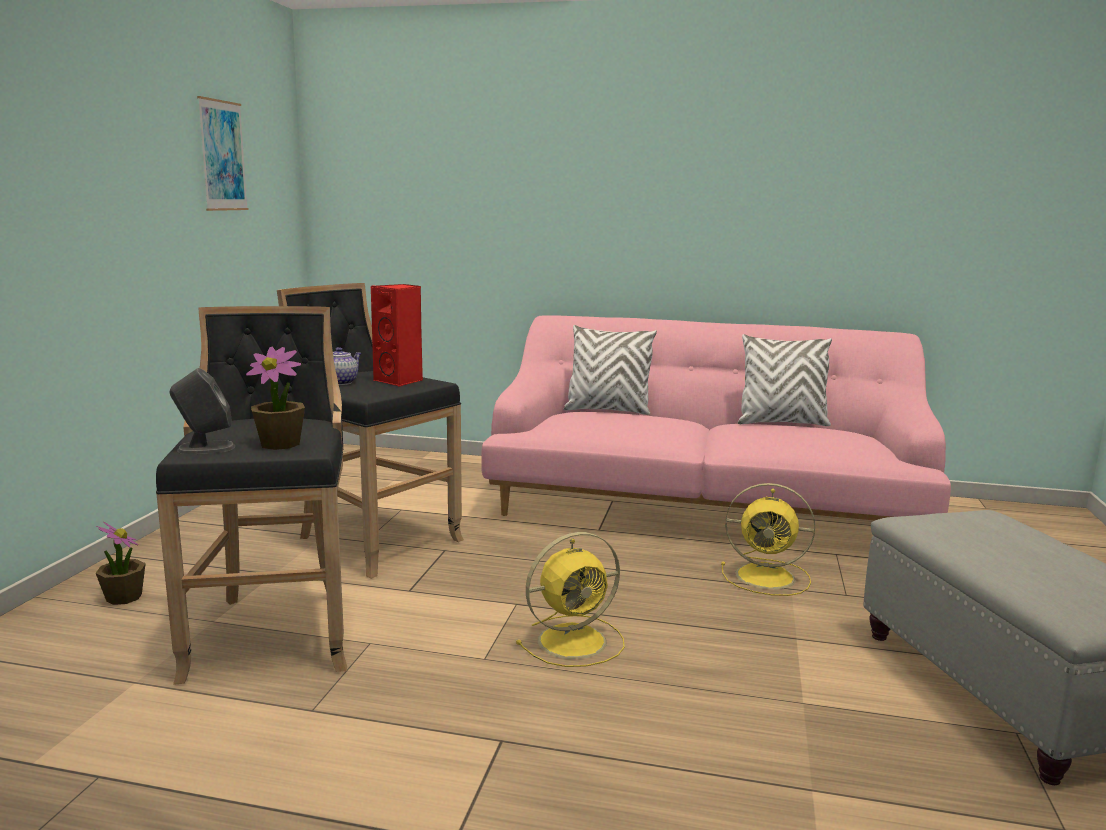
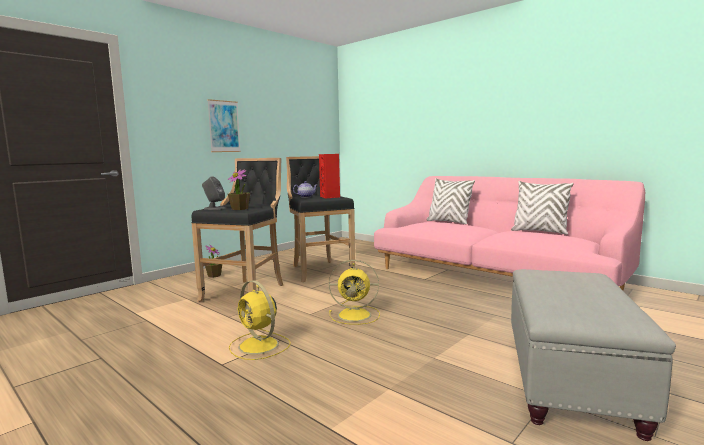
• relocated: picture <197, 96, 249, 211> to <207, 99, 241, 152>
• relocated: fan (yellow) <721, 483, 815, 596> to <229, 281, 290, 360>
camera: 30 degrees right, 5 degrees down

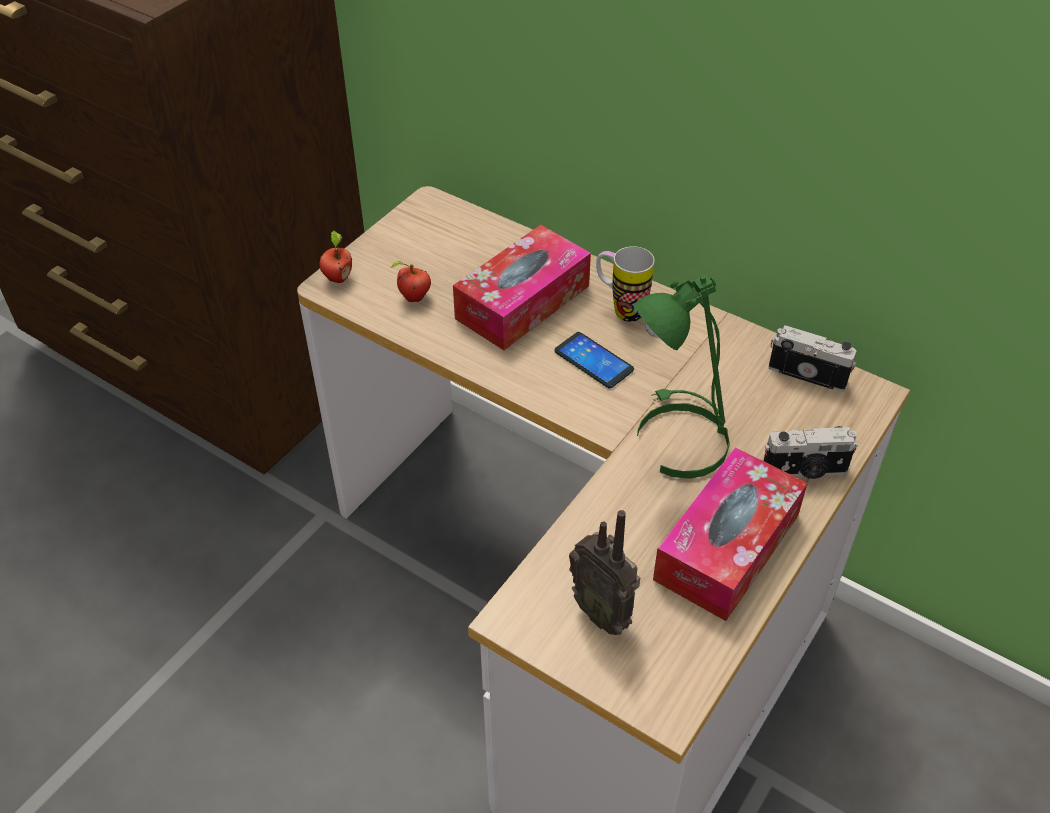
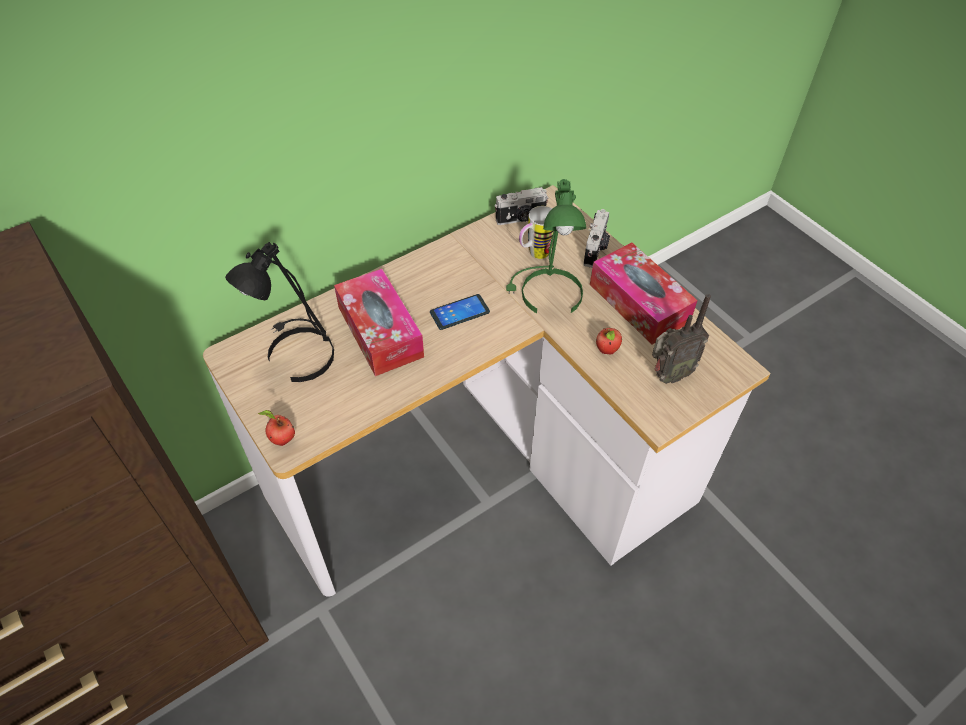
• relocated: whole apple <390, 261, 431, 302> to <596, 328, 622, 355>
• relocated: tea mug <596, 246, 655, 322> to <519, 206, 554, 259>
• spun: photo camera <768, 325, 856, 392> = <494, 187, 549, 225> 150 degrees counterclockwise
• appeared: lamp for a table (black) <225, 242, 334, 382>
camera: 70 degrees left, 5 degrees up

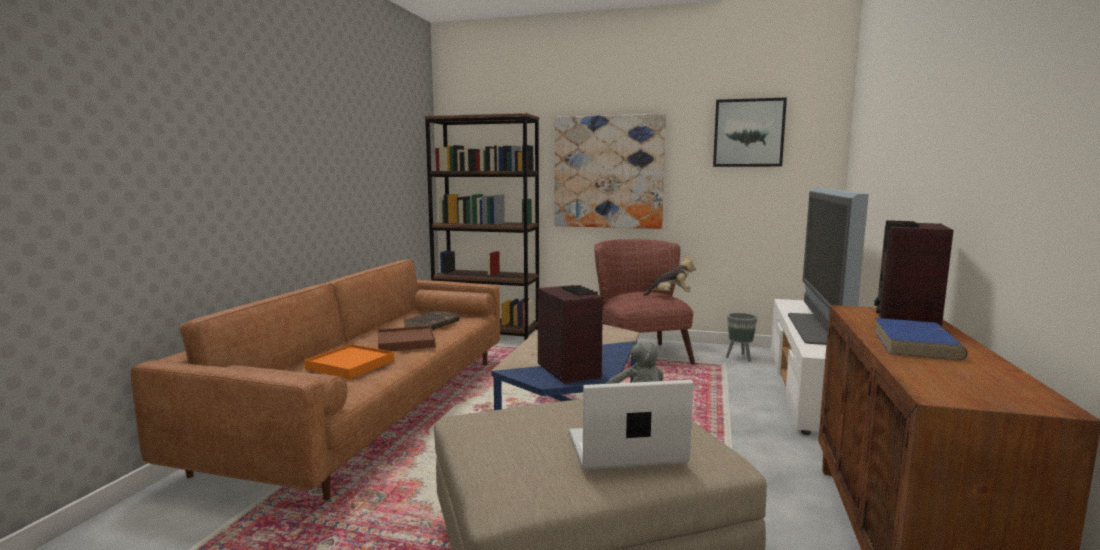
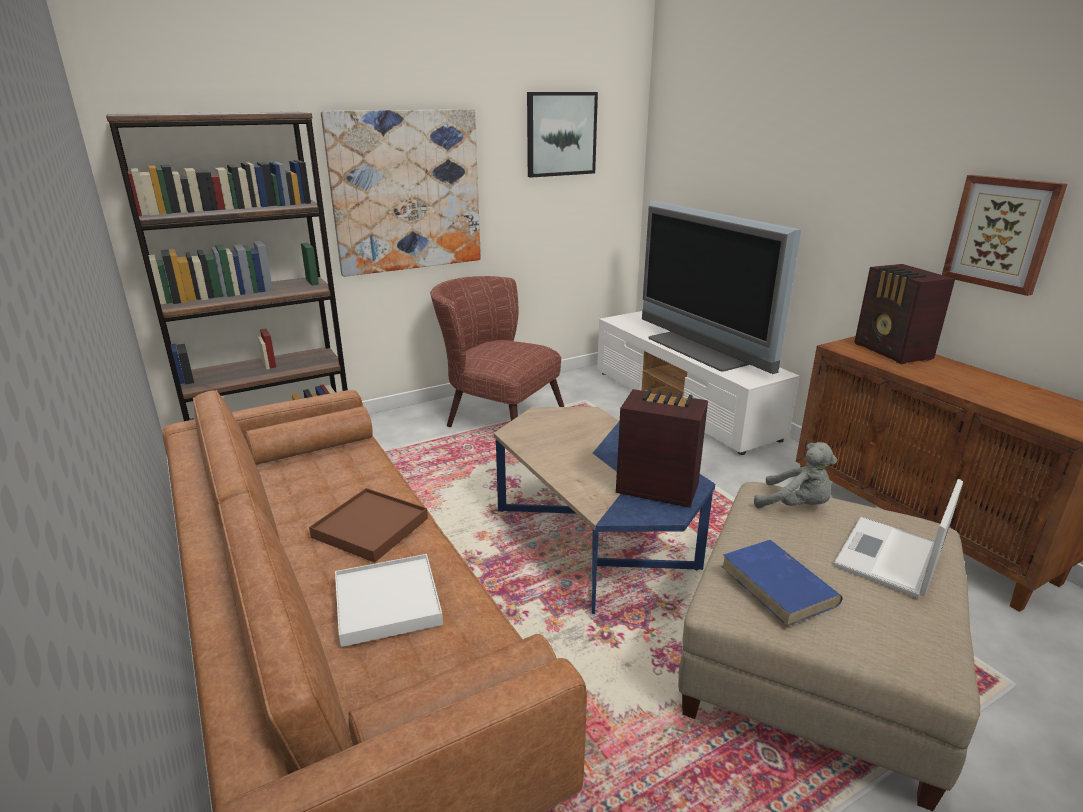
• colour: carrying tray (orangey) <304, 344, 395, 379> to carrying tray (whitish) <335, 554, 443, 647>
• missing: book (brown) <403, 311, 460, 330>
• missing: plush toy <643, 255, 696, 296>
• missing: planter (greyish) <726, 313, 757, 362>
• relocated: book (blue) <874, 318, 968, 360> to <721, 540, 843, 627>
• appeared: picture <942, 175, 1067, 296>
camera: 45 degrees left, 15 degrees up

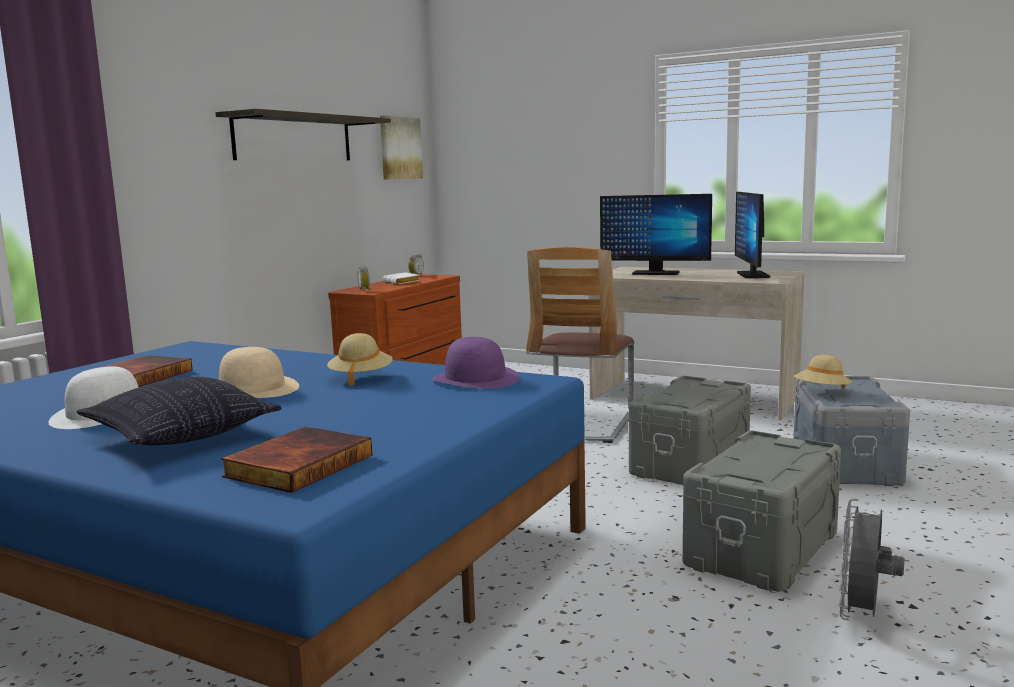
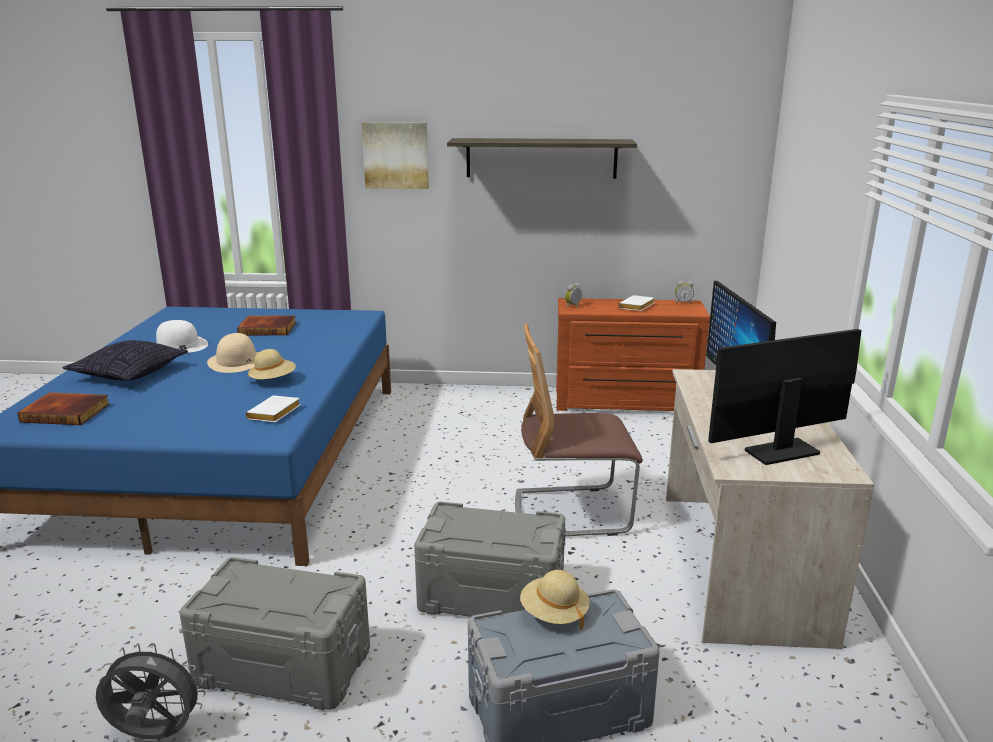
• relocated: picture <380, 115, 423, 180> to <362, 122, 429, 189>
• exchanged: wearable hat (purplish) <432, 337, 520, 389> to book (whitish) <246, 395, 301, 422>
camera: 65 degrees right, 10 degrees up

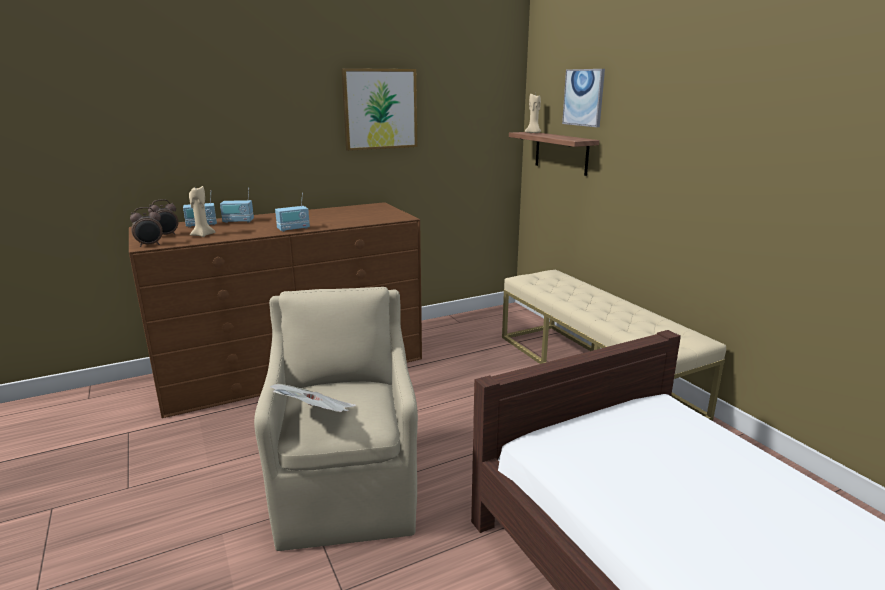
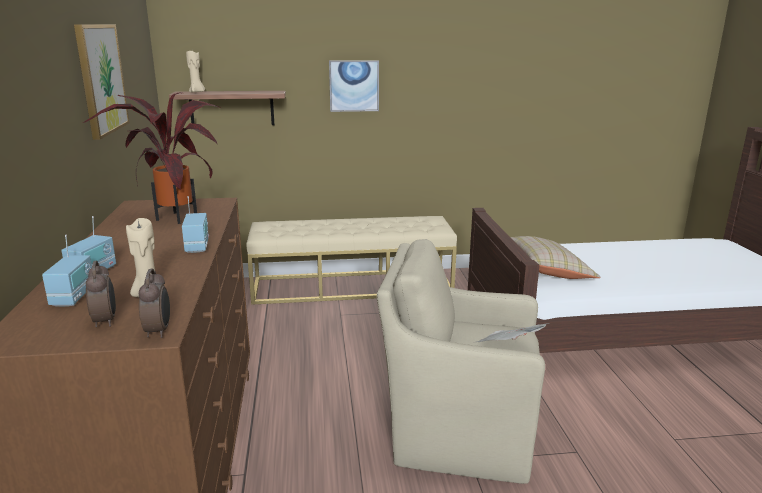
• relocated: picture <562, 69, 605, 127> to <329, 60, 379, 112>
• appeared: houseplant <83, 93, 221, 224>
• appeared: throw pillow (beige) <510, 236, 600, 279>
camera: 70 degrees left, 0 degrees up

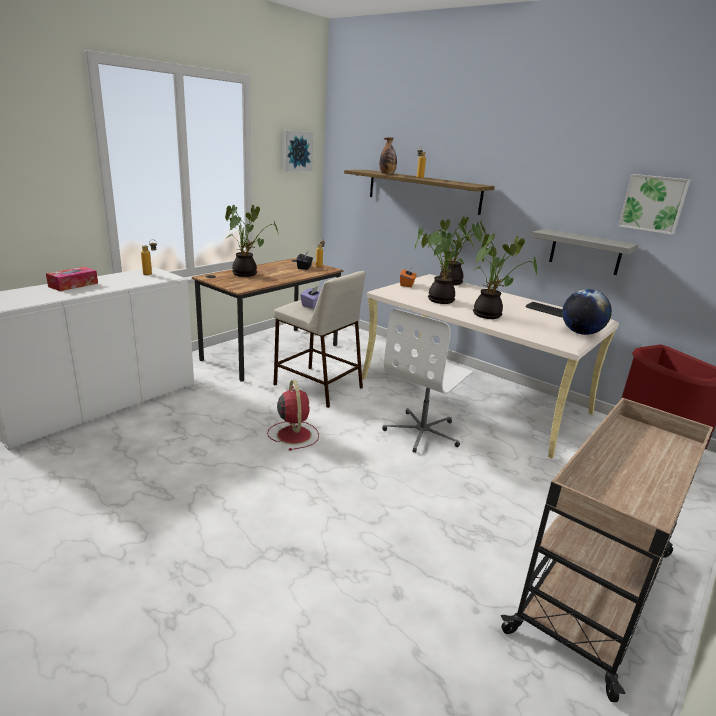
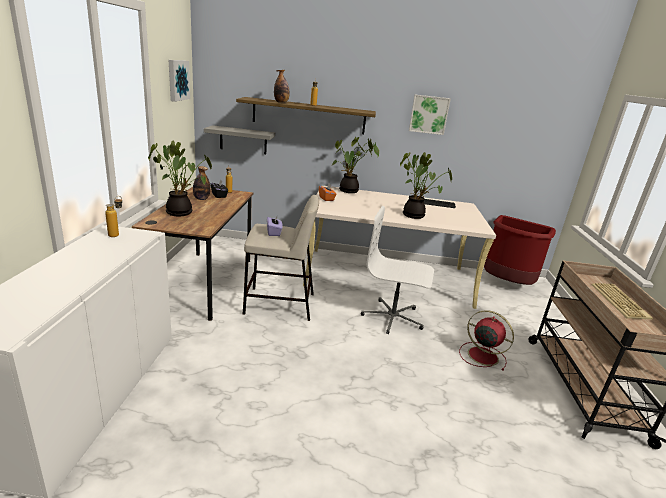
• missing: box of tissues <46, 267, 98, 291>
• relocated: fan (red) <267, 380, 319, 451> to <459, 310, 514, 371>
• spun: computer chair (whitish) <382, 309, 473, 453> = <361, 206, 434, 334> 105 degrees clockwise
• missing: houseplant <415, 228, 474, 304>
• relocated: wall shelf (greyish) <531, 229, 639, 275> to <204, 125, 275, 154>
• missing: world globe <562, 289, 612, 335>
• relocated: picture <618, 174, 690, 235> to <409, 95, 451, 135>
• appeared: drink bottle <193, 166, 210, 200>
• appeared: PC keyboard <591, 283, 653, 319>
camera: 35 degrees left, 0 degrees up

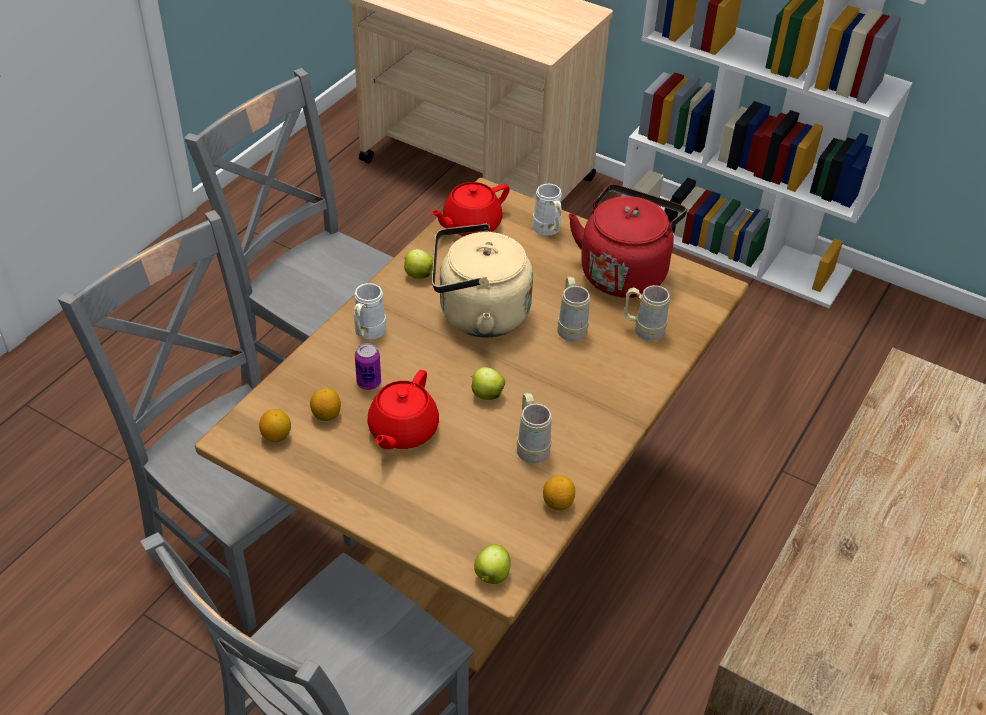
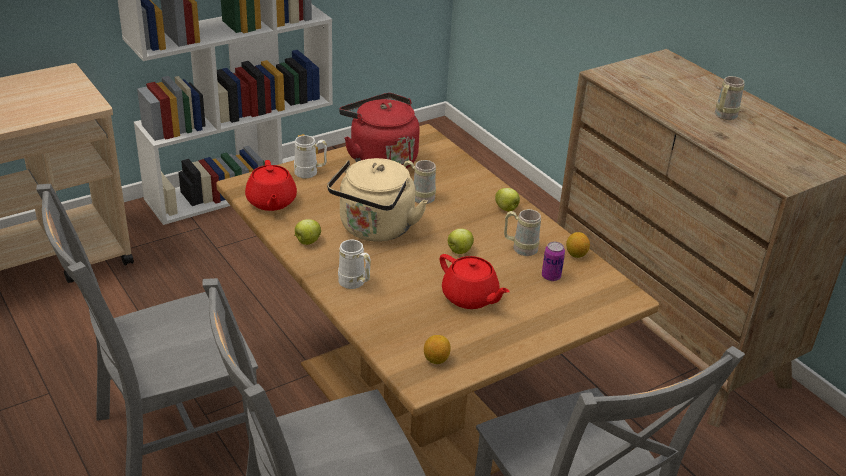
• missing: lemon <310, 388, 341, 421>
• relocated: can <355, 343, 381, 390> to <542, 242, 565, 281>
• relocated: whole apple <474, 544, 511, 584> to <495, 188, 520, 211>
• relocated: tea mug (beige) <624, 285, 670, 341> to <715, 76, 745, 120>
camera: 65 degrees left, 10 degrees down

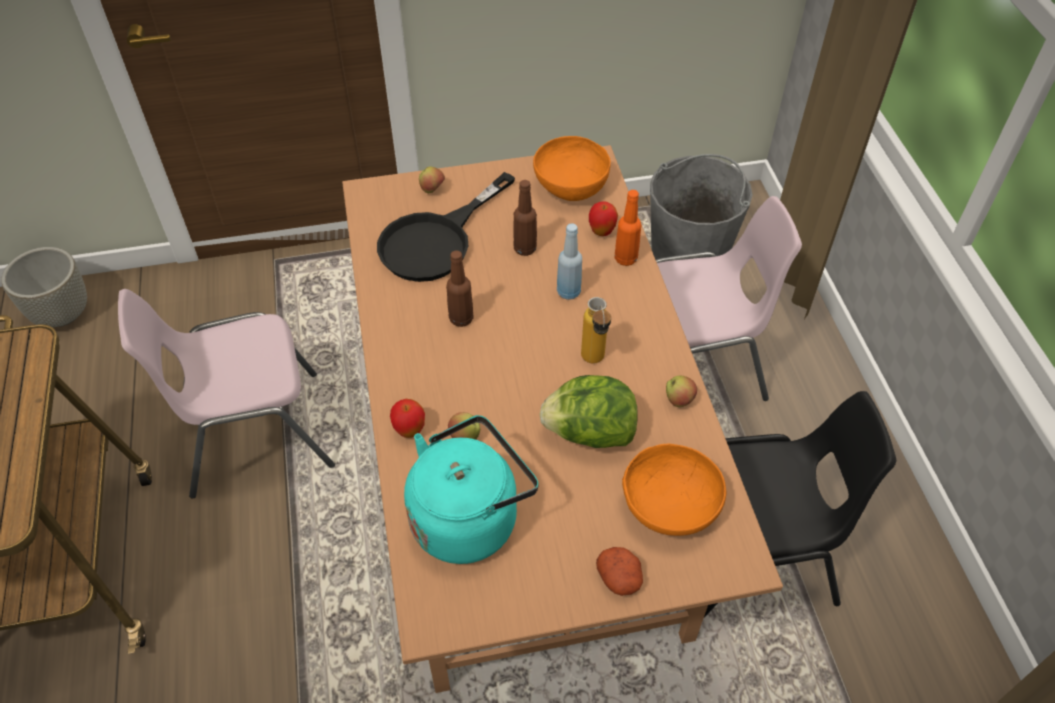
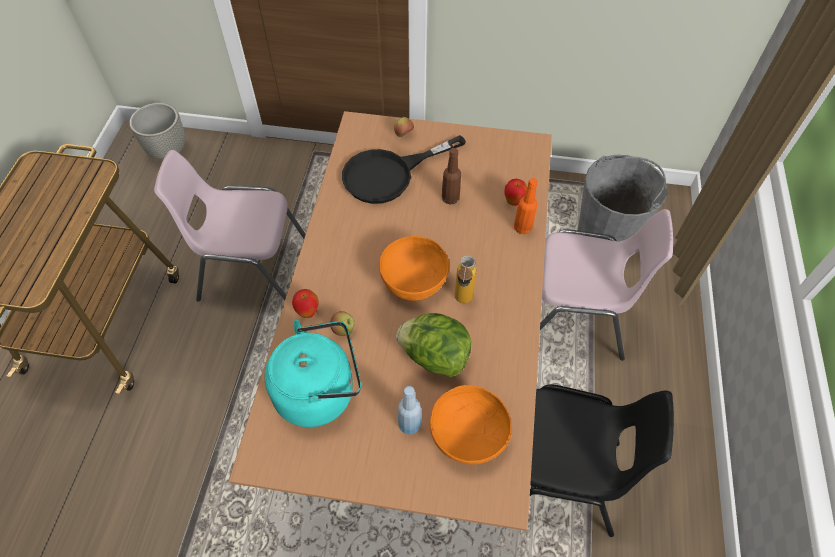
• missing: drink bottle (brown) <446, 251, 474, 327>
• relocated: bowl (orangey) <533, 136, 611, 201> to <379, 236, 449, 301>
• relocated: drink bottle (blue) <557, 223, 582, 300> to <398, 386, 421, 435>
• missing: whole potato <596, 547, 643, 596>
• missing: whole apple <666, 376, 697, 407>
camera: 20 degrees right, 5 degrees up

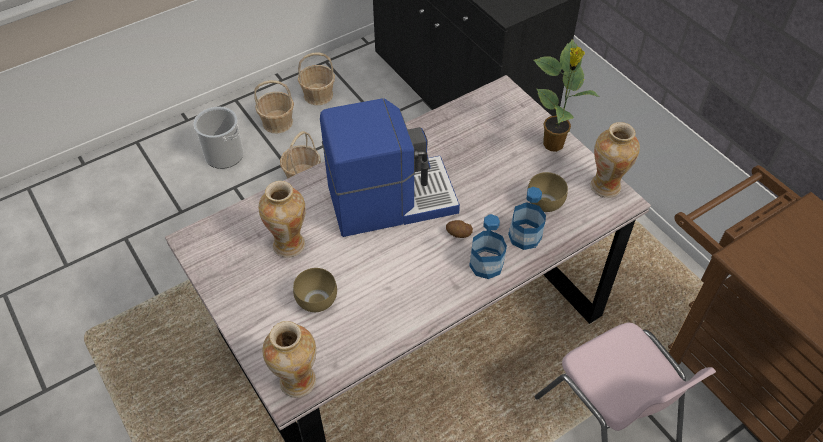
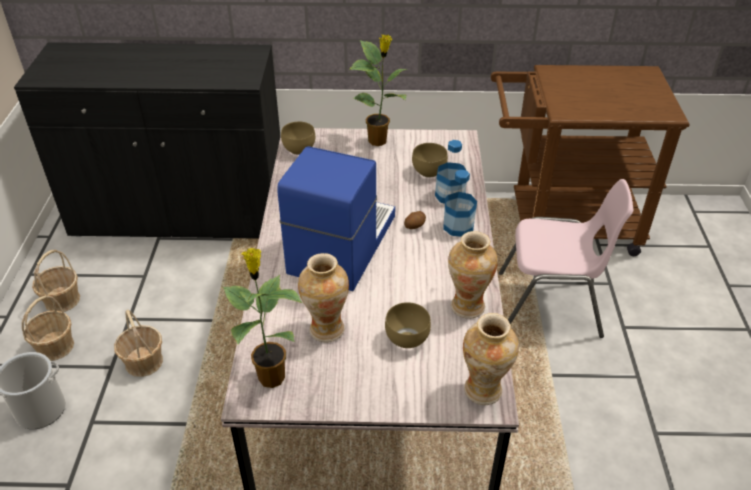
• relocated: vase <590, 122, 640, 198> to <448, 231, 498, 319>
• appeared: houseplant <223, 248, 302, 388>
• appeared: bowl (brown) <281, 121, 315, 155>
camera: 55 degrees left, 10 degrees down

